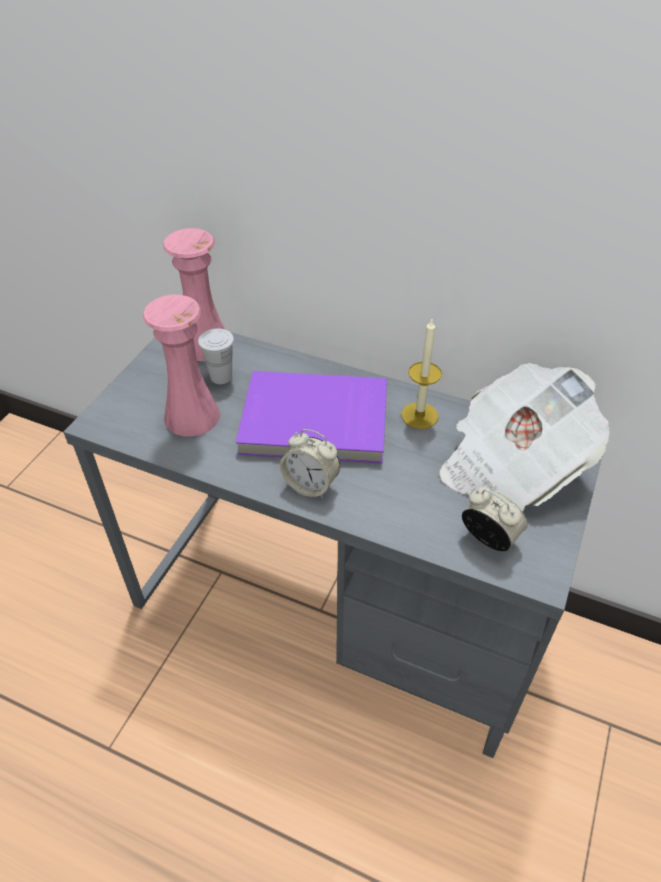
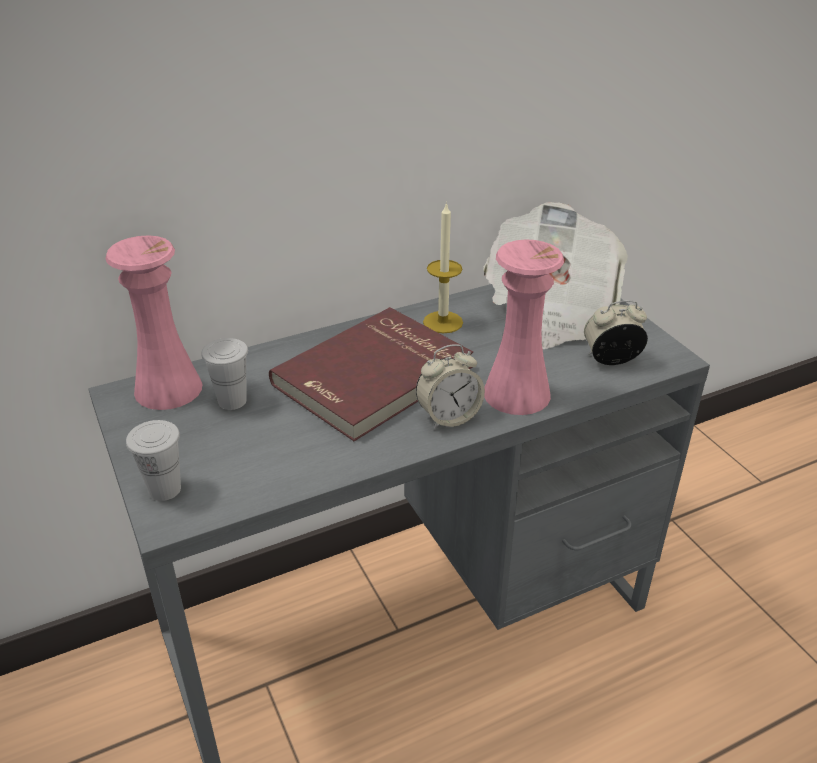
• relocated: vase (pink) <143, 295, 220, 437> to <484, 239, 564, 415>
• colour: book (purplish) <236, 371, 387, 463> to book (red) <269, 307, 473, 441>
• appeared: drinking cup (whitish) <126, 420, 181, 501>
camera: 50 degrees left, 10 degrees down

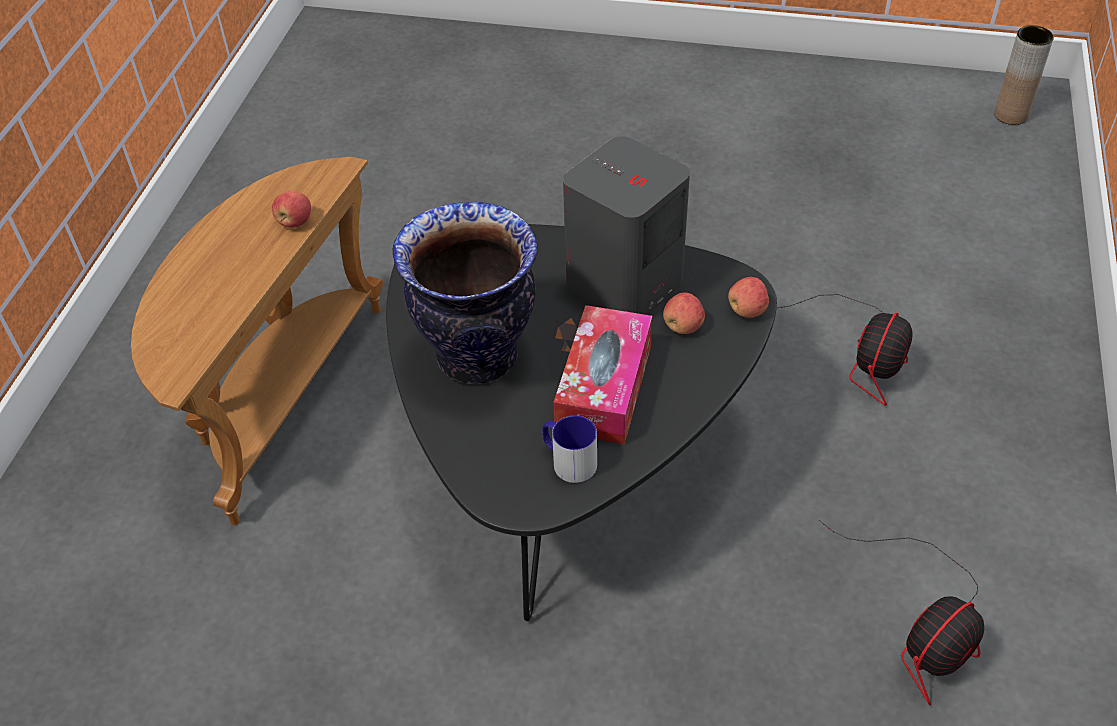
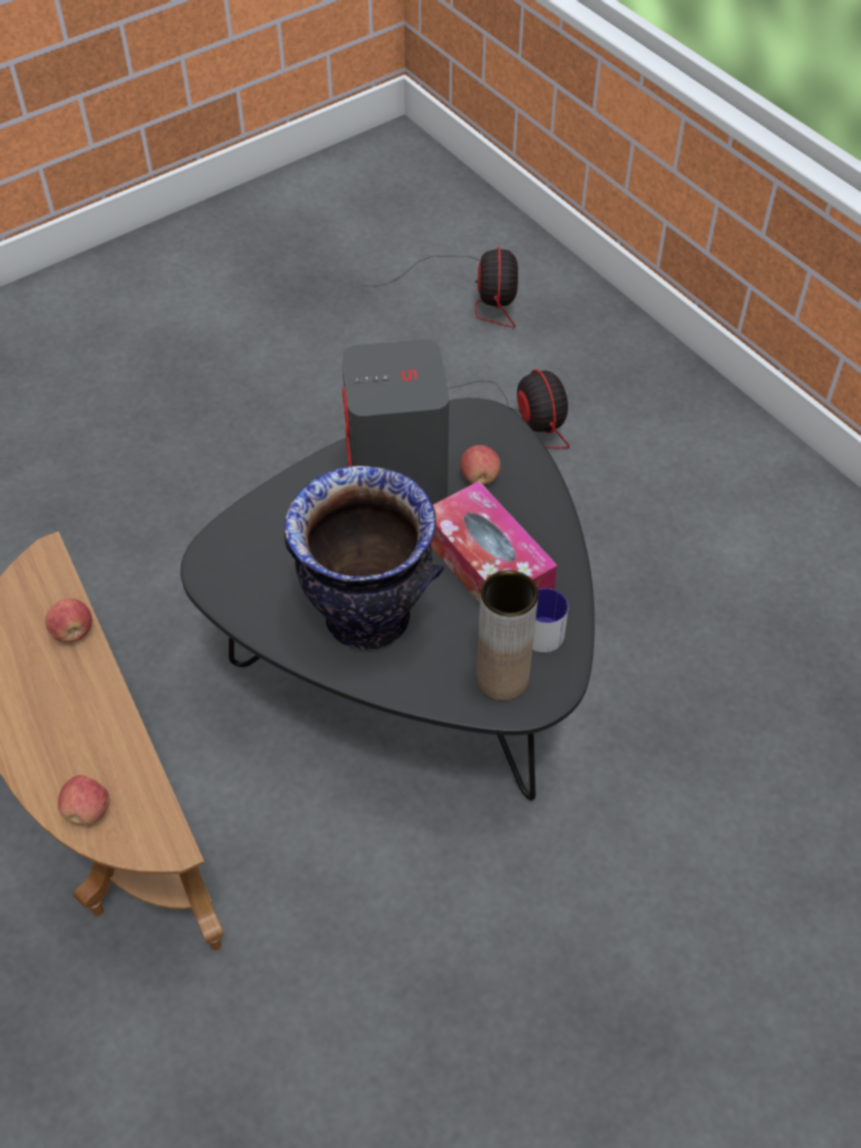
• relocated: whole apple <728, 277, 769, 318> to <58, 775, 109, 825>
• relocated: fan <819, 520, 984, 705> to <362, 247, 518, 328>
• relocated: vase (brown) <994, 25, 1054, 125> to <477, 570, 538, 701>
camera: 50 degrees left, 5 degrees up

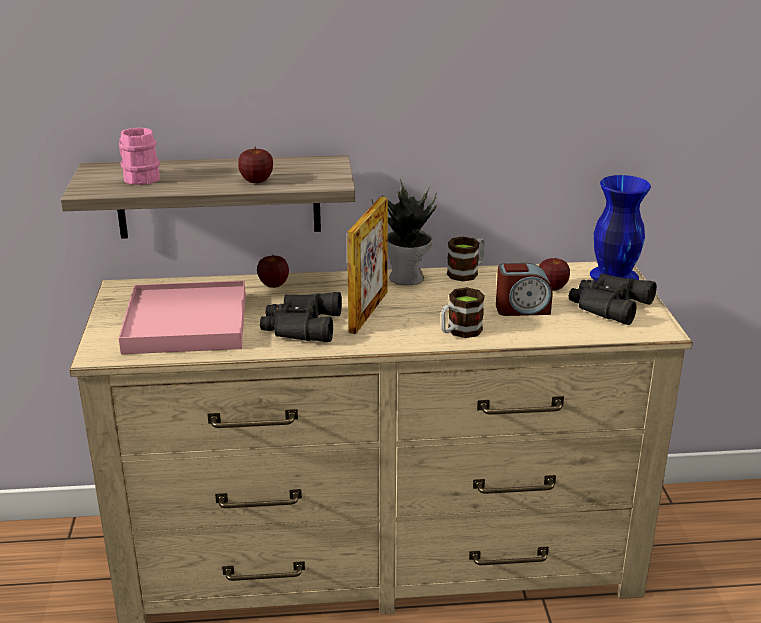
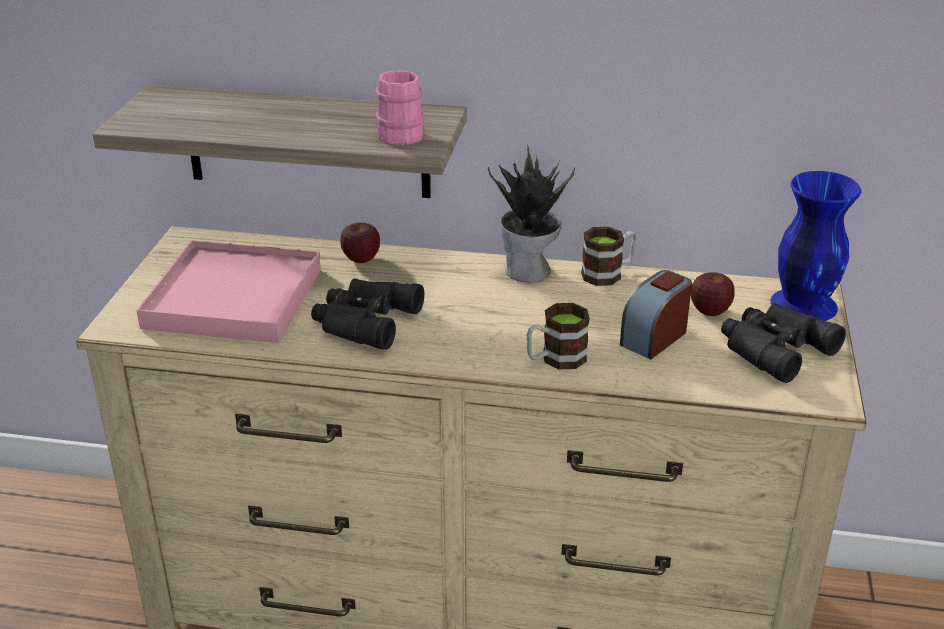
• relocated: tea mug (pink) <119, 128, 160, 185> to <375, 70, 425, 145>
• missing: whole apple <238, 146, 273, 183>
• missing: standing frame <347, 197, 388, 334>
• spun: alarm clock <496, 263, 553, 316> = <620, 270, 692, 359> 120 degrees clockwise
camera: 15 degrees right, 5 degrees up

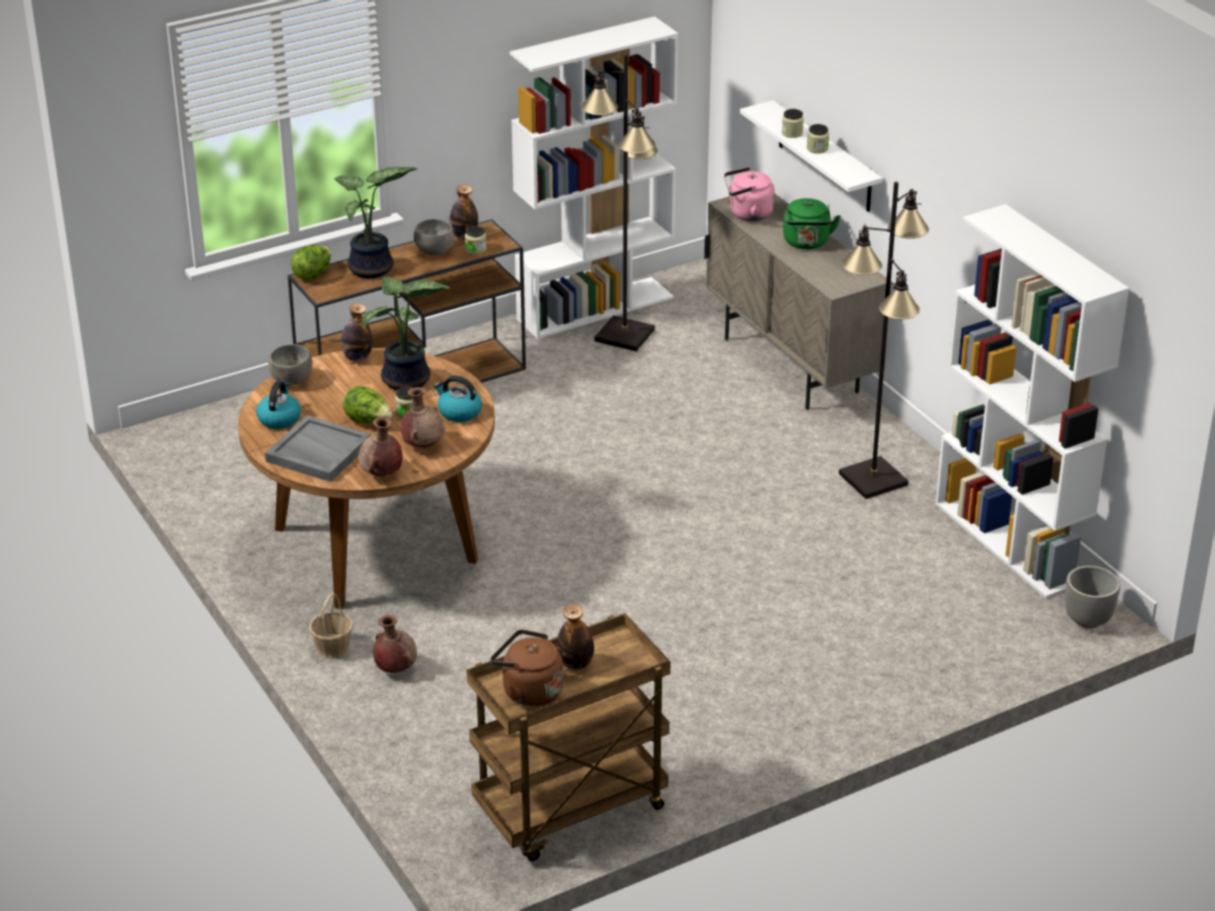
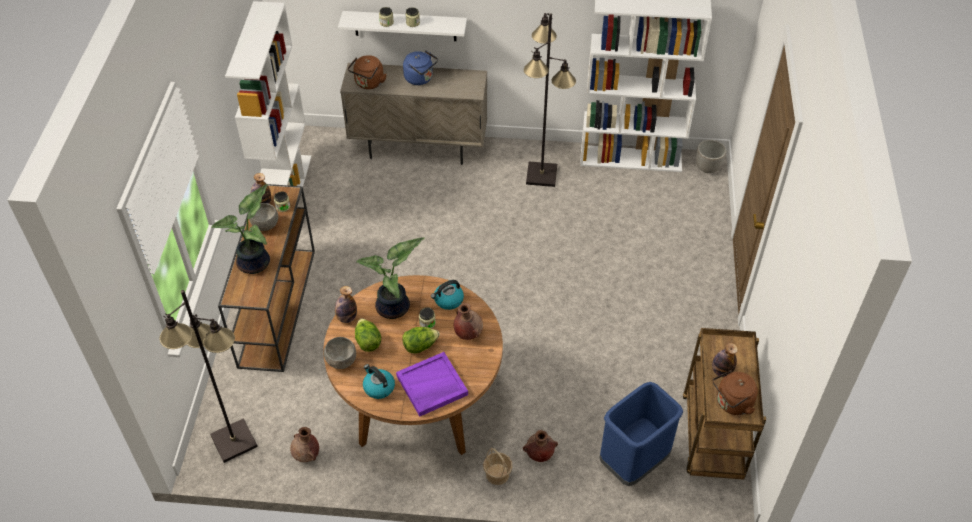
• colour: carrying tray (greyish) <265, 415, 371, 482> to carrying tray (purplish) <396, 352, 468, 417>
• relocated: lettuce <291, 245, 331, 281> to <355, 318, 381, 352>
• relocated: vase (brown) <358, 416, 403, 476> to <290, 427, 319, 462>
• relocated: standard lamp (black) <581, 54, 658, 351> to <159, 290, 258, 463>
• colour: tea kettle (pink) <724, 167, 775, 221> to tea kettle (brown) <348, 55, 387, 89>
• colour: tea kettle (green-coloured) <783, 198, 841, 249> to tea kettle (blue) <403, 50, 438, 85>
• appeared: waste bin (blue) <600, 382, 683, 486>
camera: 55 degrees left, 15 degrees up

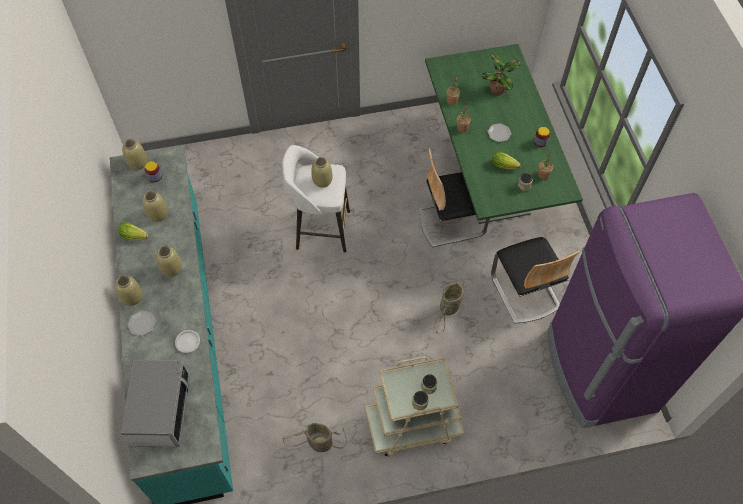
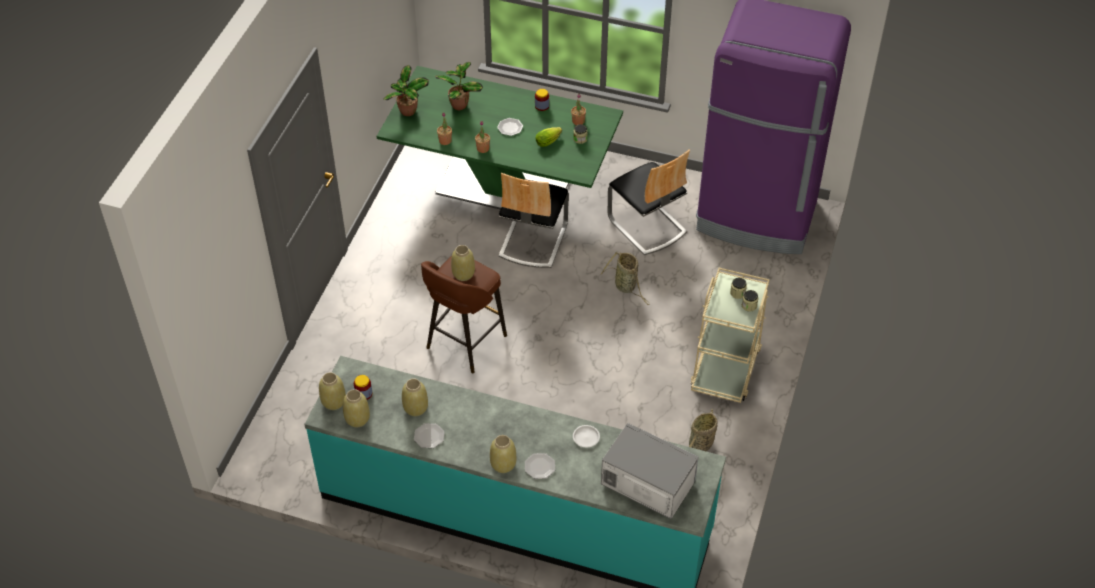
• exchanged: lettuce <118, 222, 148, 240> to flat dish <414, 423, 445, 448>
• relocated: vase (beige) <156, 246, 182, 277> to <343, 389, 370, 427>
• colour: stool seat (whitish) <283, 145, 350, 253> to stool seat (brown) <421, 256, 507, 373>
• spun: plain chair <491, 237, 580, 324> = <608, 149, 690, 255> 45 degrees clockwise
• appeared: houseplant <383, 65, 429, 116>
camera: 60 degrees left, 10 degrees down

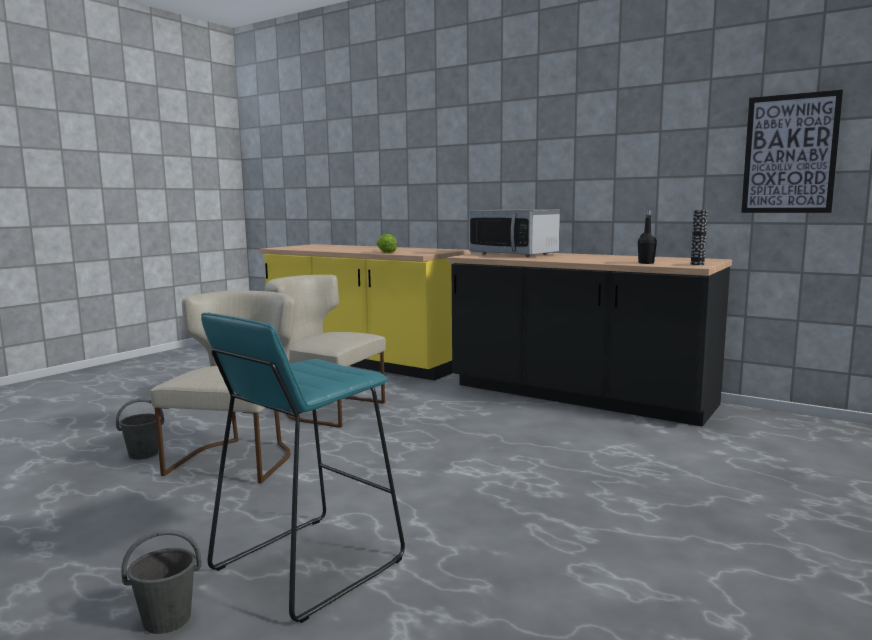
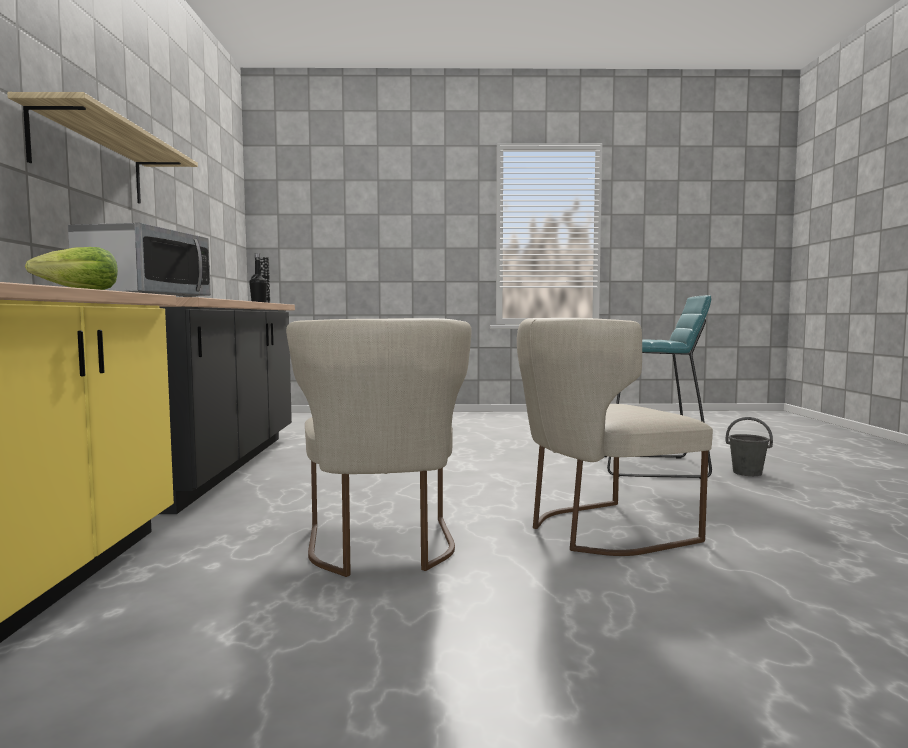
• missing: bucket (greyish) <116, 399, 164, 460>
• missing: picture <741, 90, 843, 213>
• appeared: wall shelf <7, 92, 198, 204>
camera: 125 degrees left, 5 degrees down

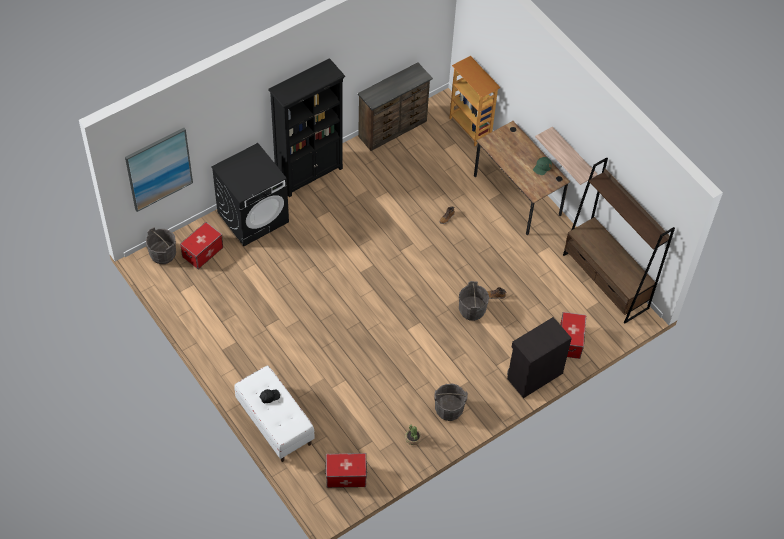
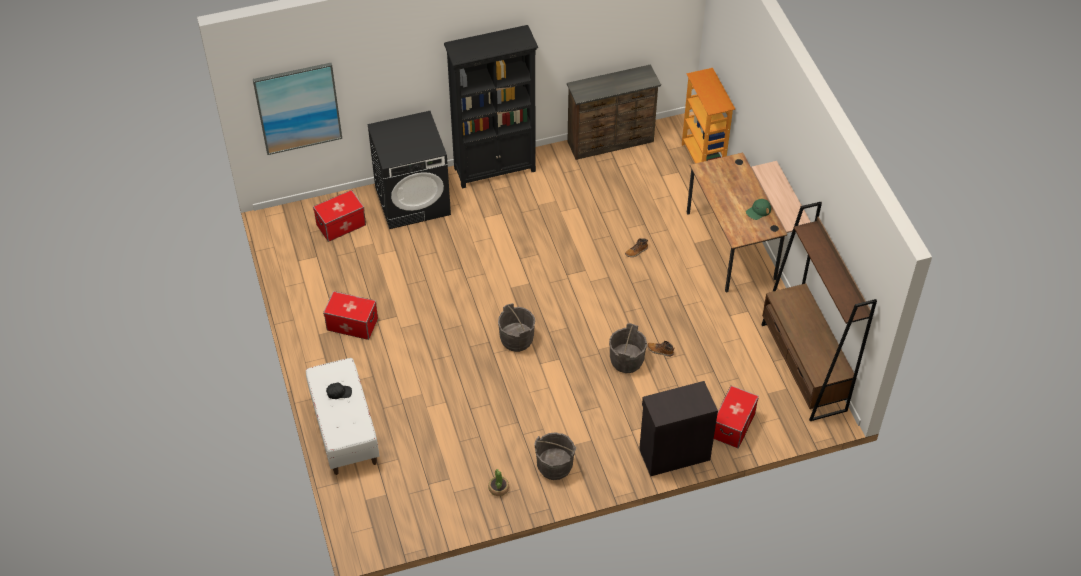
• relocated: bucket (greyish) <146, 227, 176, 264> to <498, 303, 535, 352>
• relocated: storage box <325, 453, 367, 488> to <323, 291, 378, 340>
camera: 20 degrees right, 5 degrees down

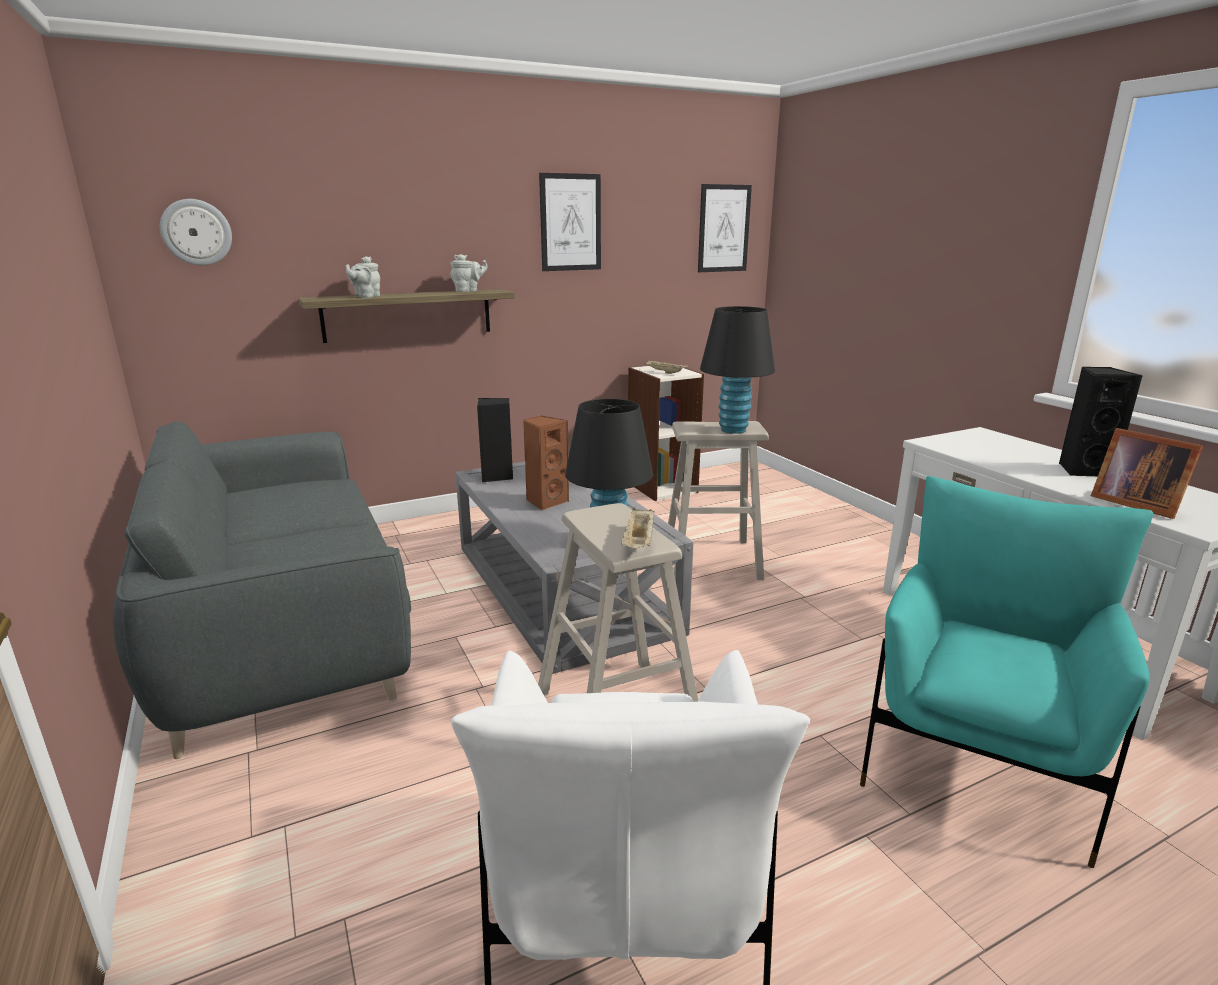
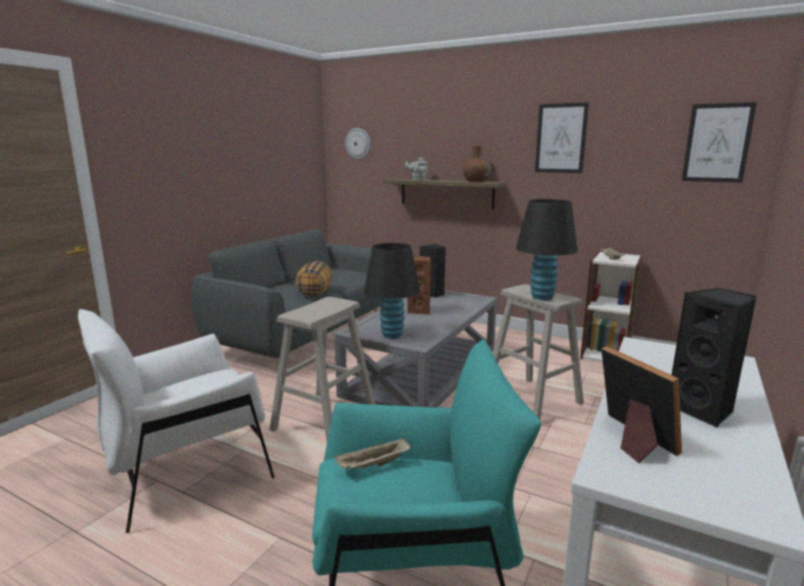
• exchanged: tea pot (greyish) <450, 254, 488, 292> to vase (brown) <463, 146, 491, 182>
• relocated: carrying tray (beige) <621, 507, 655, 548> to <335, 437, 411, 470>
• spun: standing frame <1091, 428, 1203, 519> = <601, 346, 682, 463> 135 degrees clockwise
• appeared: throw pillow <295, 261, 332, 297>
camera: 55 degrees right, 5 degrees down

